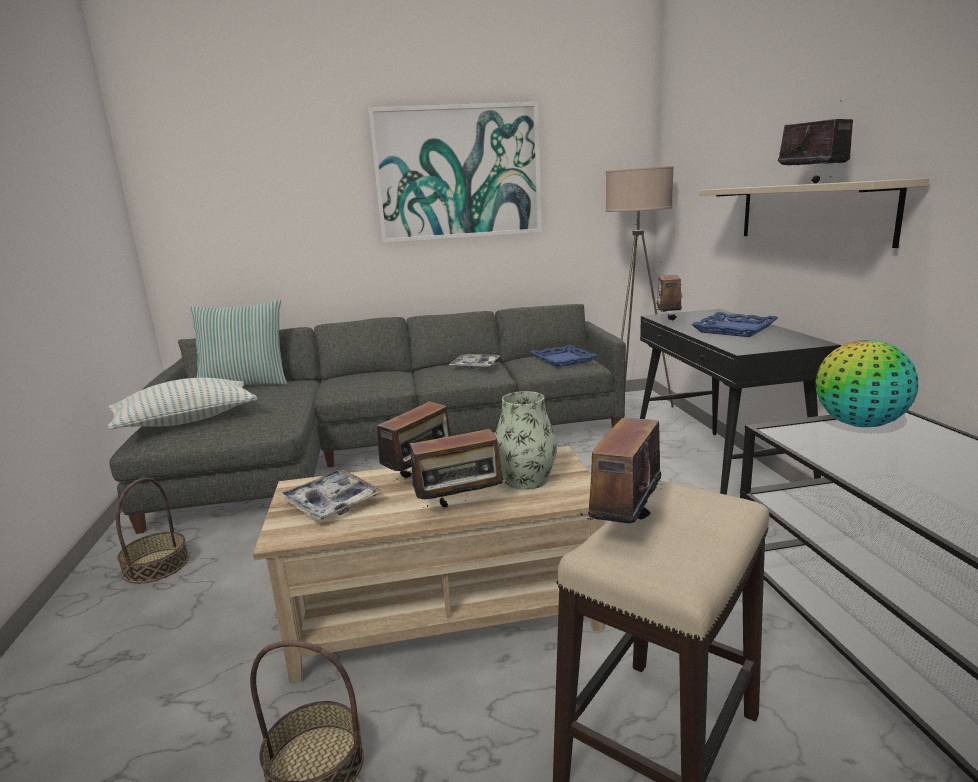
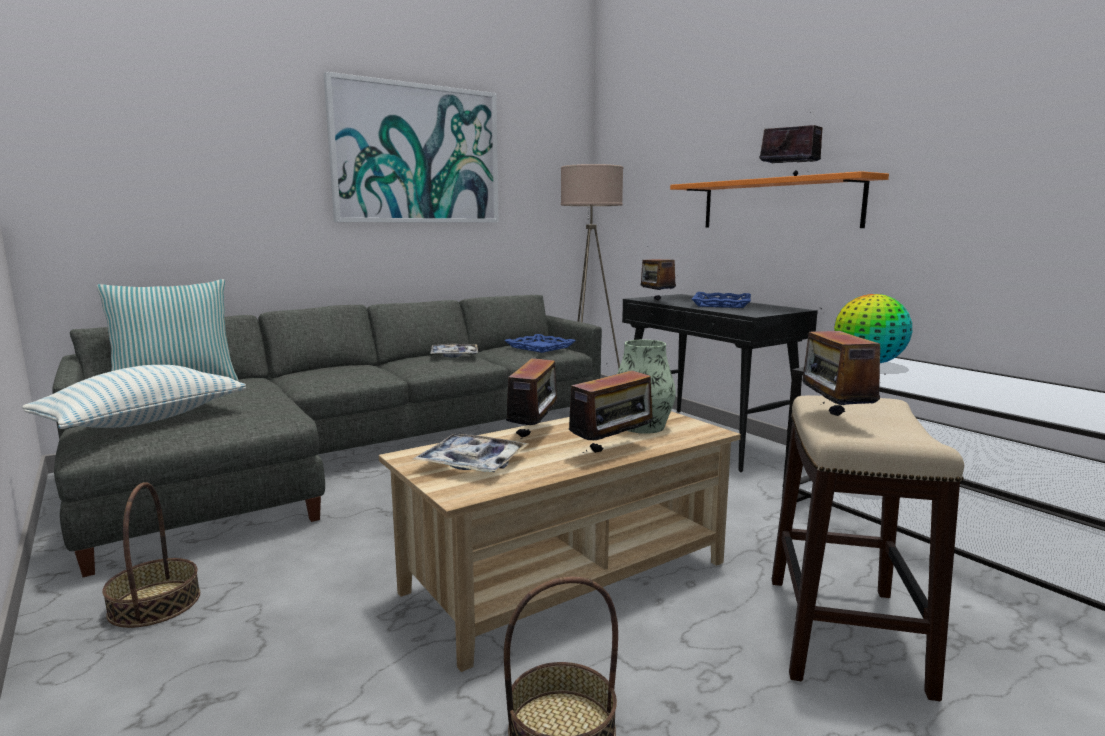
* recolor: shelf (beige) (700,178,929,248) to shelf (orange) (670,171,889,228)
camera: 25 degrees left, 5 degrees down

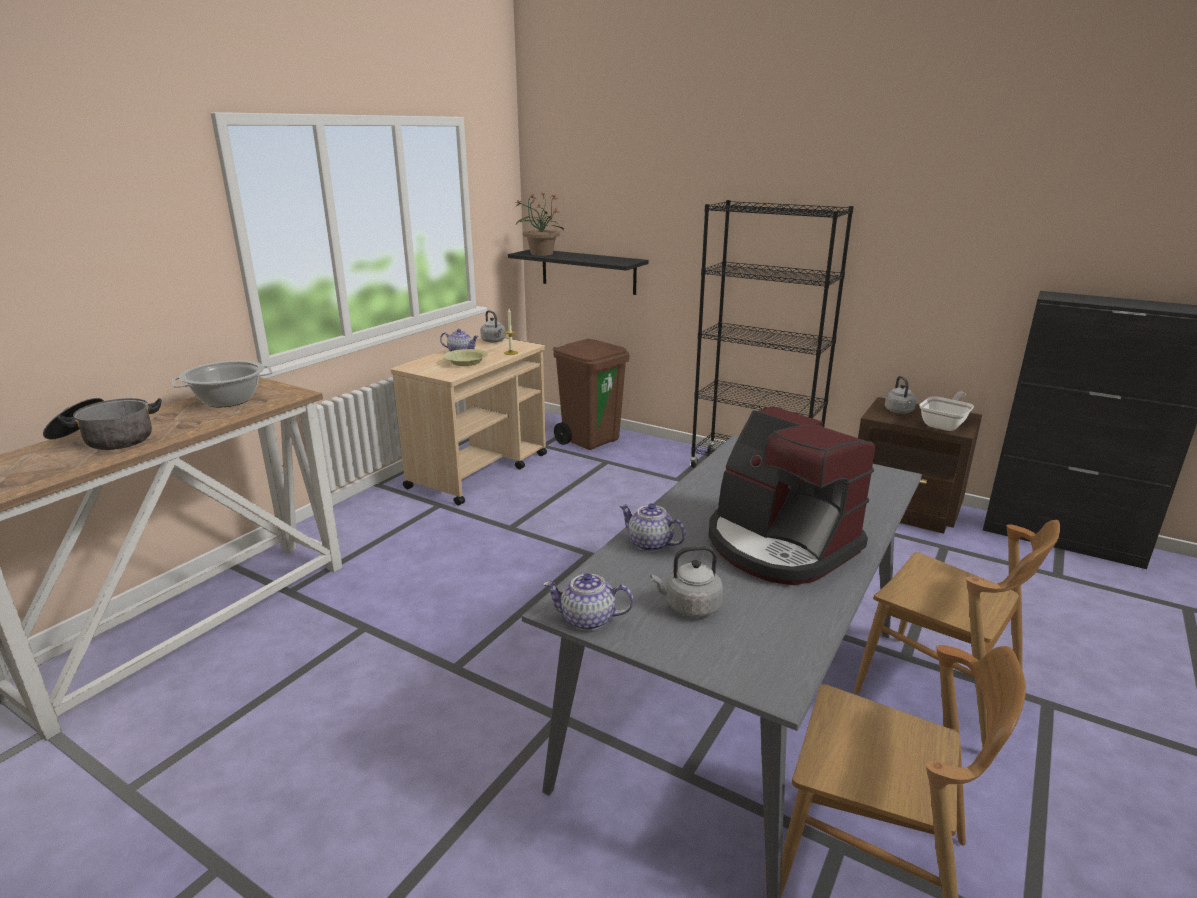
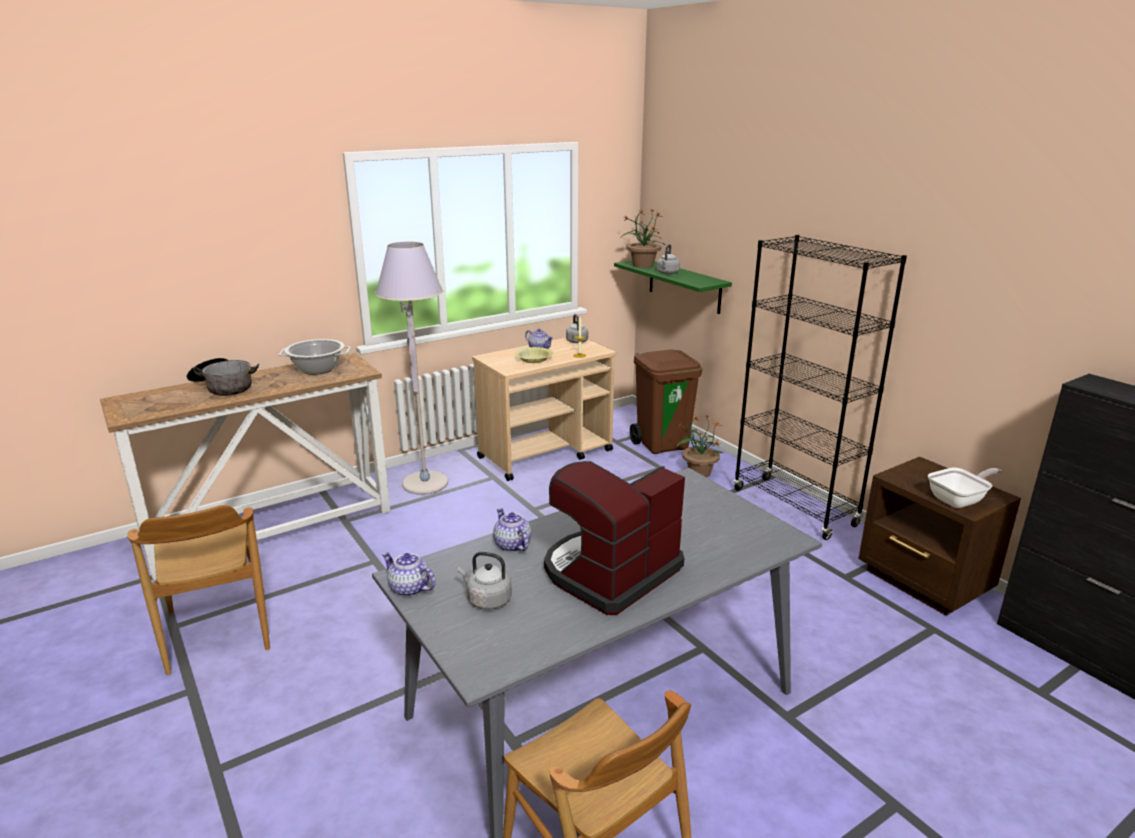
* move: chair (brown) (854,520,1060,748) to (127,505,270,675)
* insert: floor lamp (grey) (375,242,448,495)
* rotate: coffee machine (708,406,875,585) = (544,461,685,615) 60 degrees clockwise
* recolor: shelf (black) (508,250,649,295) to shelf (green) (614,260,732,314)
* move: kettle (grey) (885,376,917,414) to (657,244,680,274)
* insert: potted plant (676,415,724,477)
camera: 25 degrees right, 0 degrees up

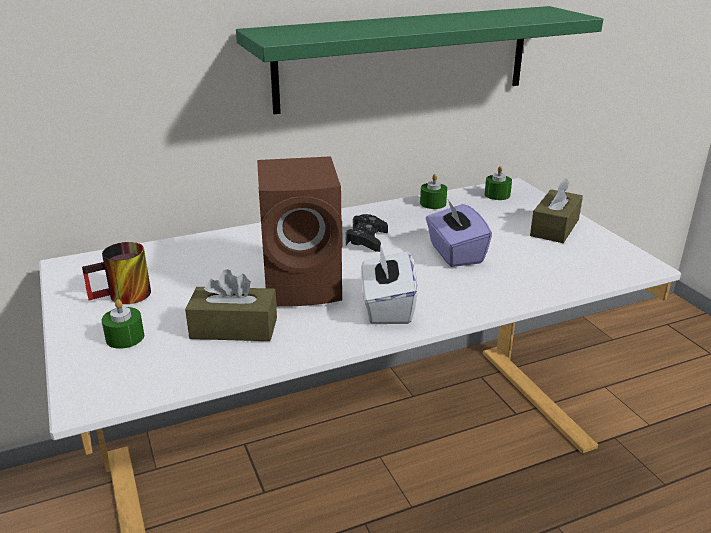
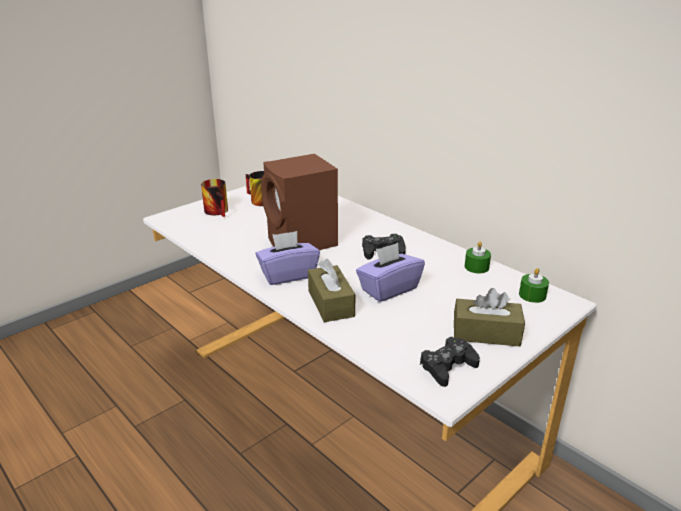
* replace: candle (green) (102,299,144,349) to mug (201,179,228,217)
* recolor: tissue box (white) (361,244,417,324) to tissue box (purple) (256,231,320,285)
* move: tissue box (brown) (185,269,277,341) to (308,259,355,322)
* insert: game controller (black) (420,337,480,387)
* delete: shelf (green) (236,6,603,114)
camera: 70 degrees right, 0 degrees up

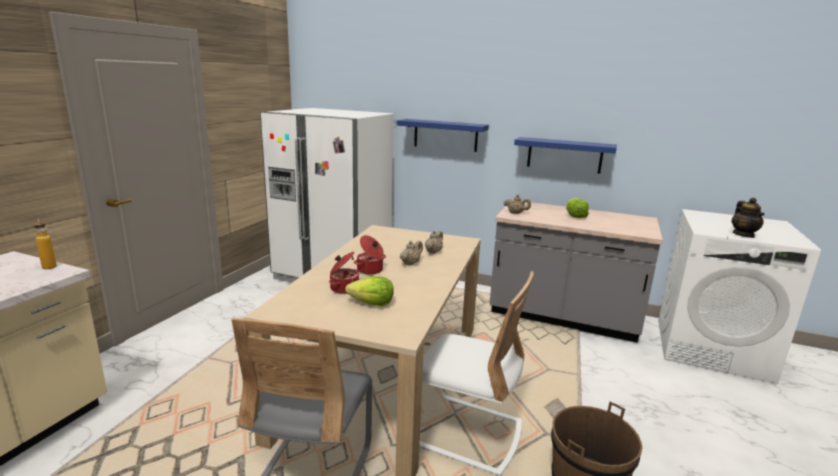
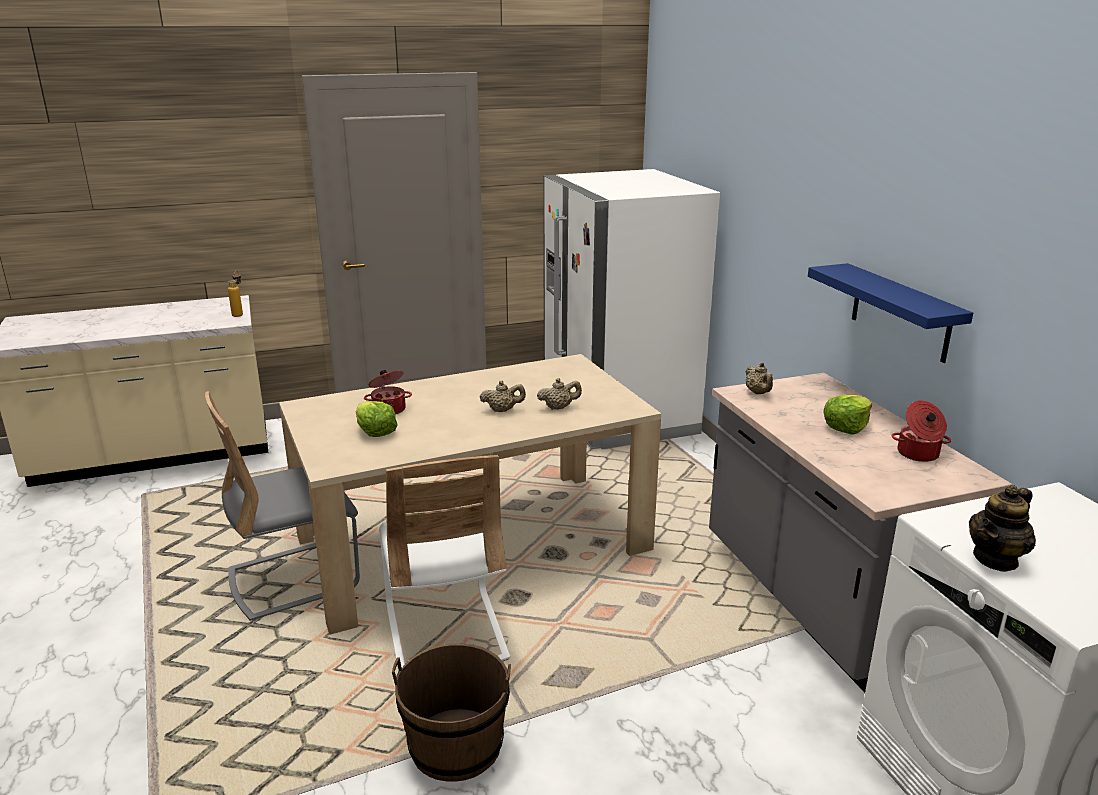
* move: cooking pot (354,235,386,274) to (891,400,951,462)
* delete: shelf (blue) (397,119,489,152)
camera: 50 degrees right, 5 degrees up

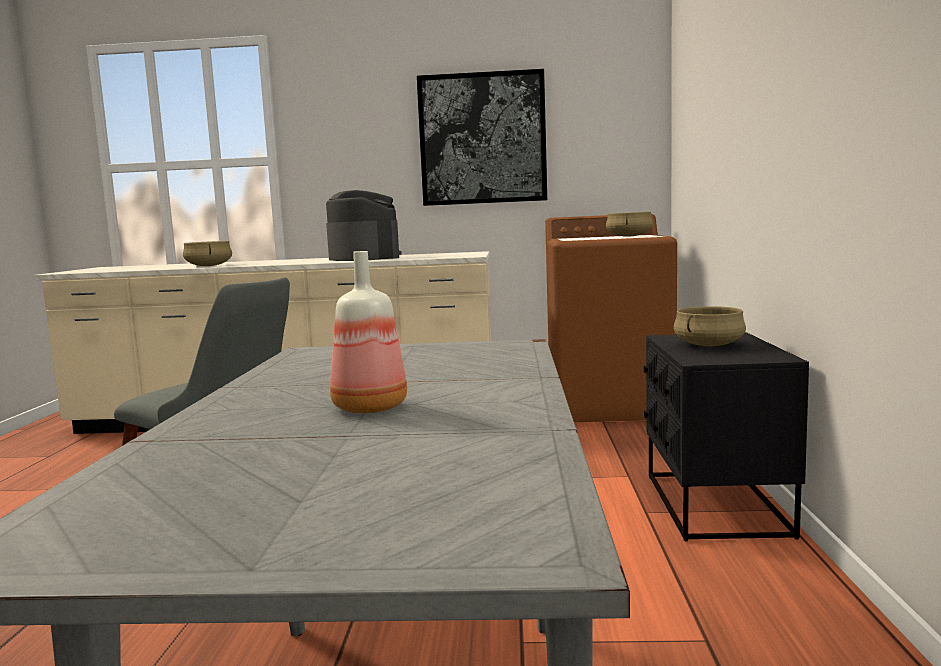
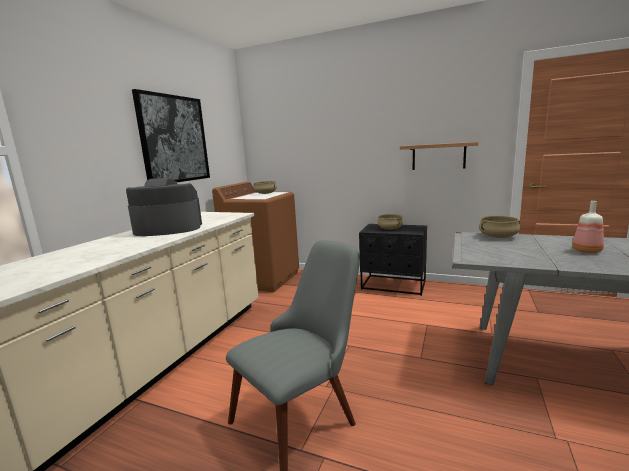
* insert: shelf (400,142,478,170)
* move: cooking pot (beige) (183,241,232,266) to (479,216,520,238)
camera: 70 degrees left, 5 degrees up

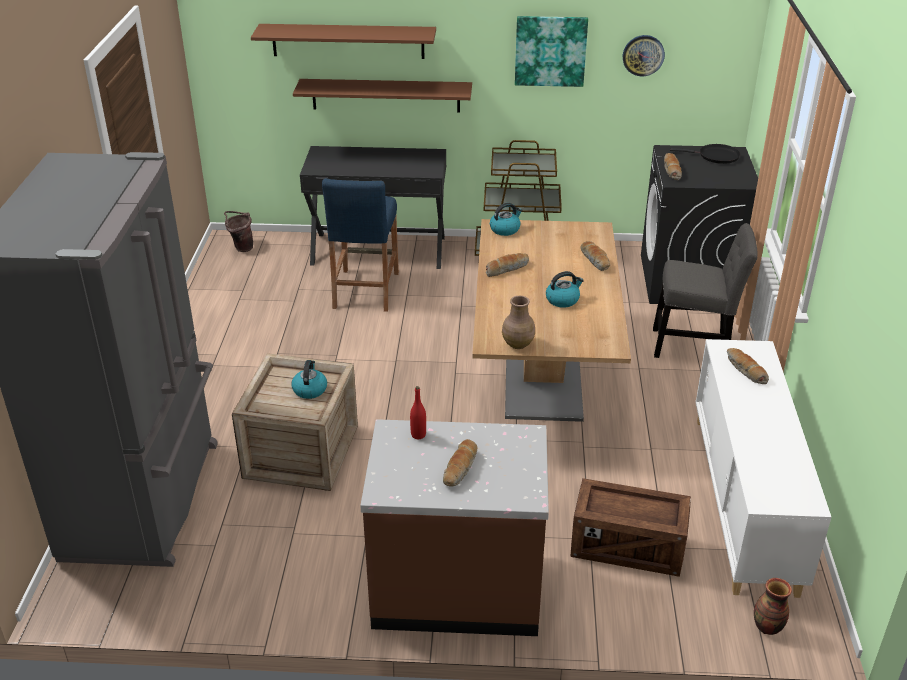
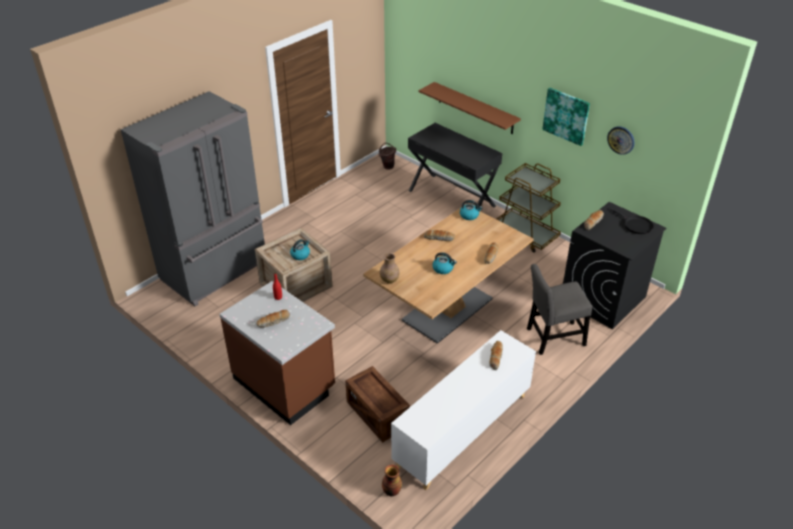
* rotate: chair (grey) (653,223,758,358) = (527,264,592,355) 120 degrees clockwise
* delete: shelf (brown) (251,24,436,59)
* delete: stool (blue) (322,178,399,312)
camera: 40 degrees right, 5 degrees up

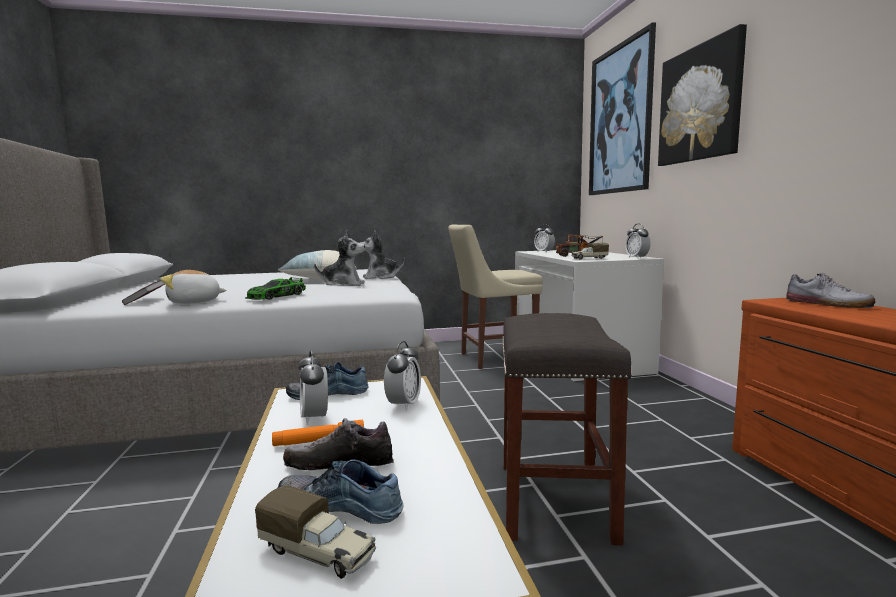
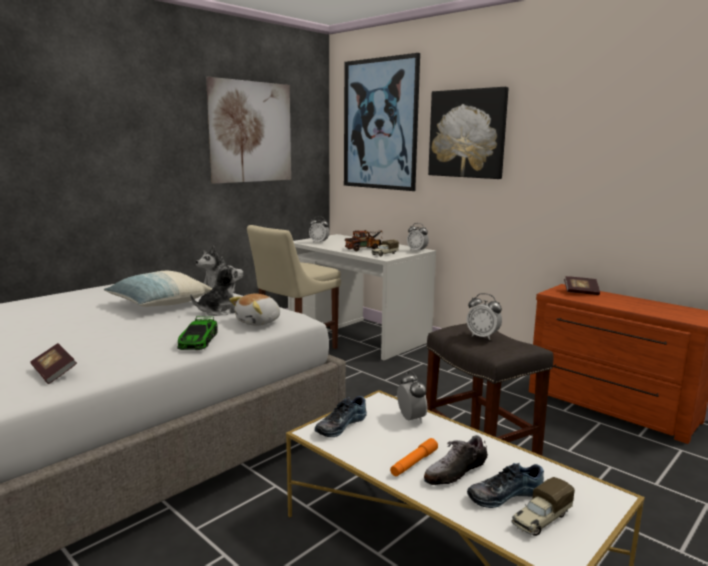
* insert: picture (206,77,291,184)
* move: plush toy (161,270,226,304) to (229,294,280,326)
* move: alarm clock (298,350,328,425) to (467,293,502,340)
* rotate: toy truck (255,485,377,579) = (511,477,575,536) 150 degrees clockwise
* replace: shoe (786,273,876,308) to book (564,276,600,295)
camera: 35 degrees left, 5 degrees up

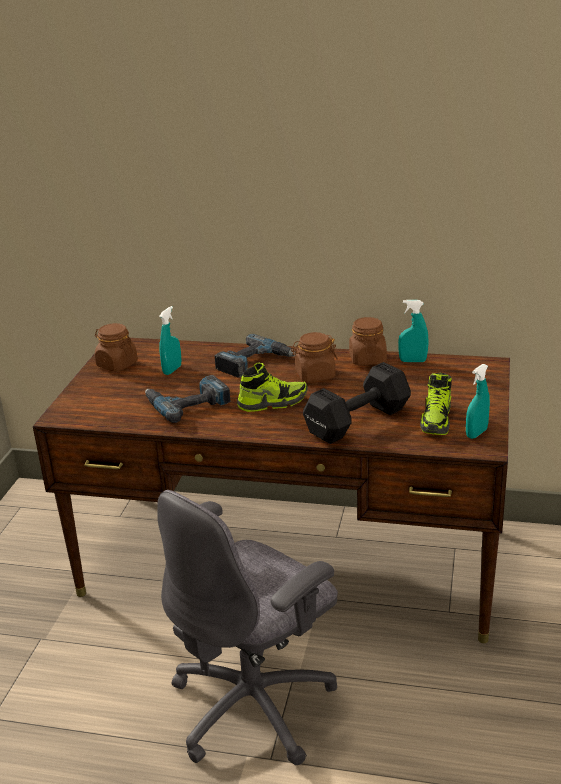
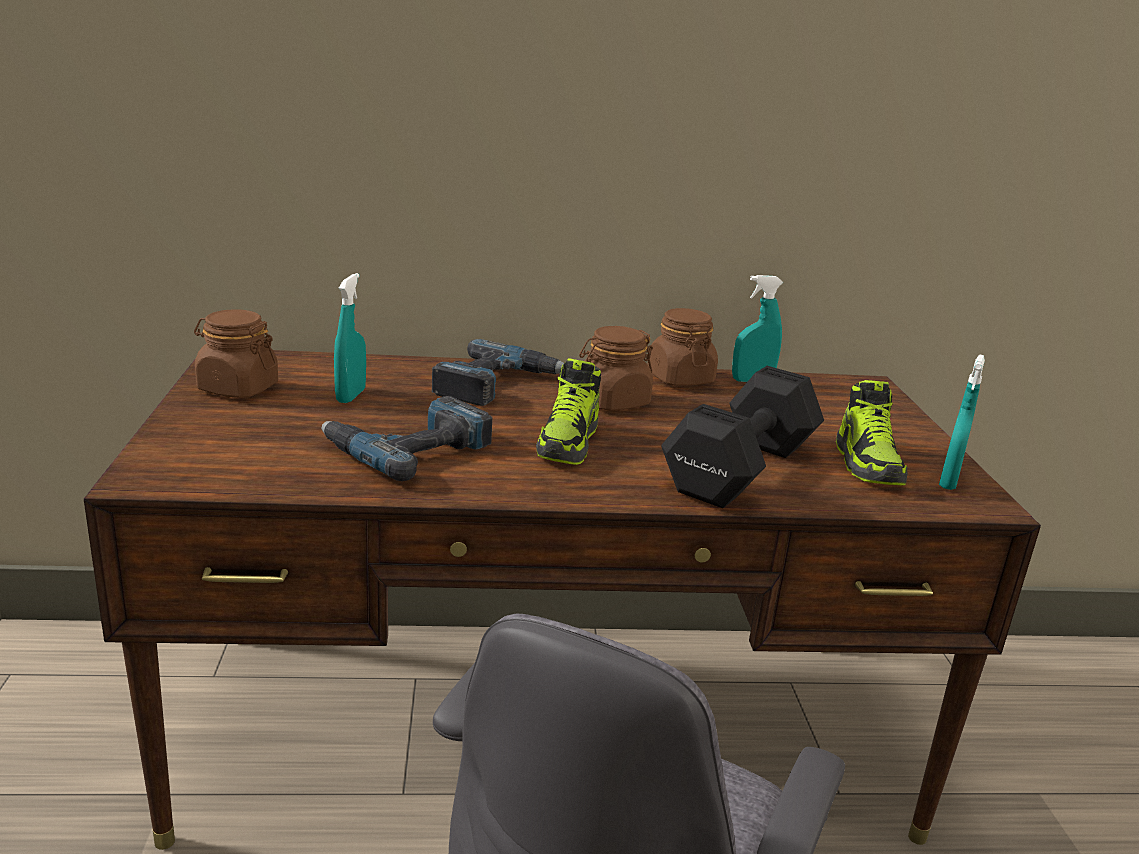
* rotate: shoe (237,363,308,412) = (536,358,601,465) 135 degrees clockwise
camera: 20 degrees left, 5 degrees down

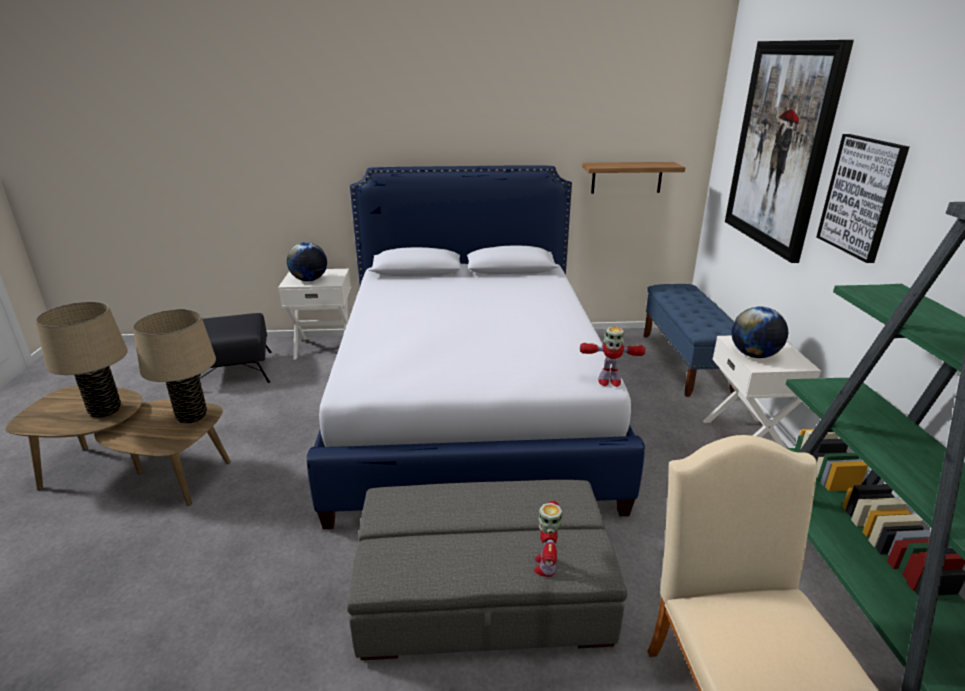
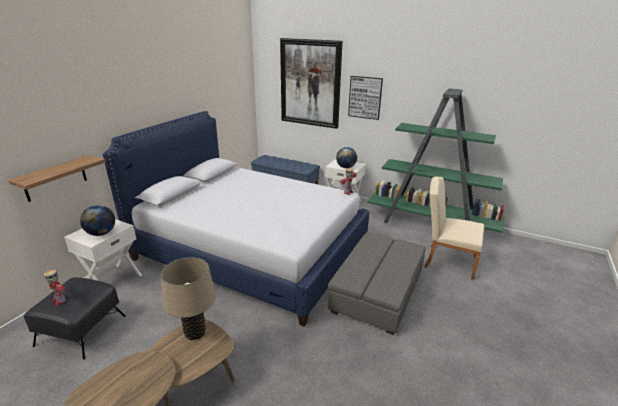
* move: shelf (582,162,685,194) to (8,155,106,202)
* move: toy robot (534,501,563,577) to (44,269,66,306)
* delete: table lamp (beige) (35,301,128,418)
camera: 60 degrees left, 0 degrees up

